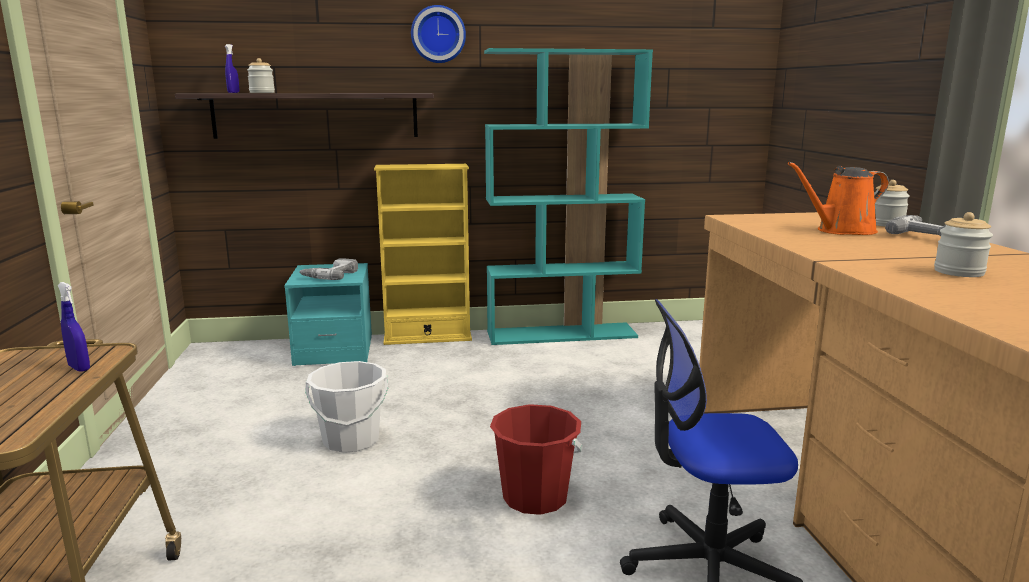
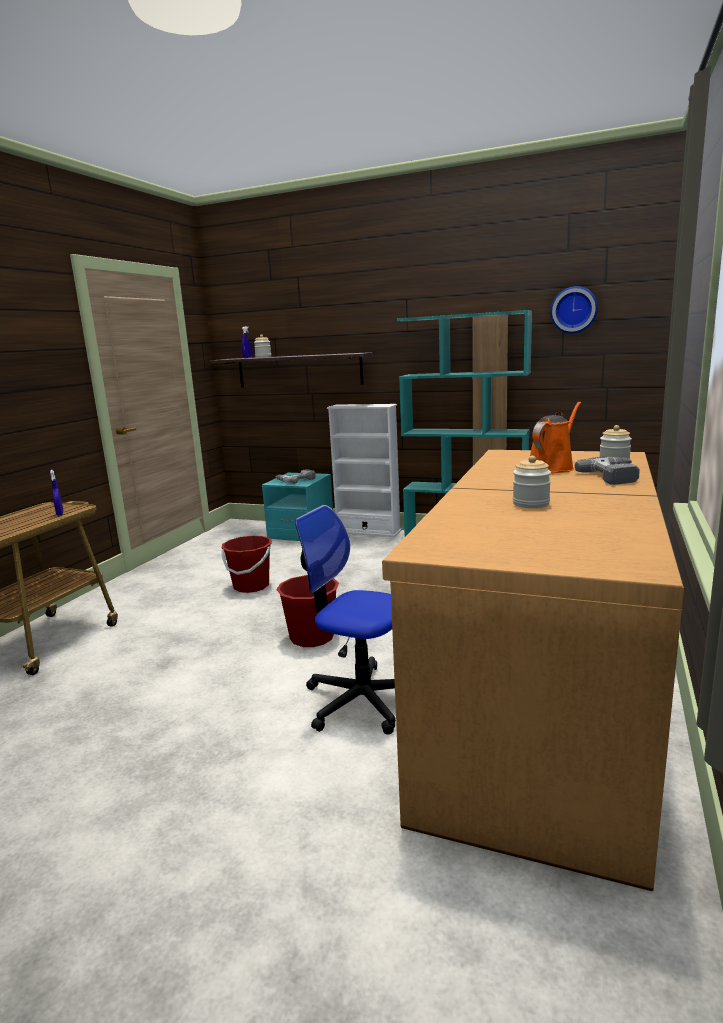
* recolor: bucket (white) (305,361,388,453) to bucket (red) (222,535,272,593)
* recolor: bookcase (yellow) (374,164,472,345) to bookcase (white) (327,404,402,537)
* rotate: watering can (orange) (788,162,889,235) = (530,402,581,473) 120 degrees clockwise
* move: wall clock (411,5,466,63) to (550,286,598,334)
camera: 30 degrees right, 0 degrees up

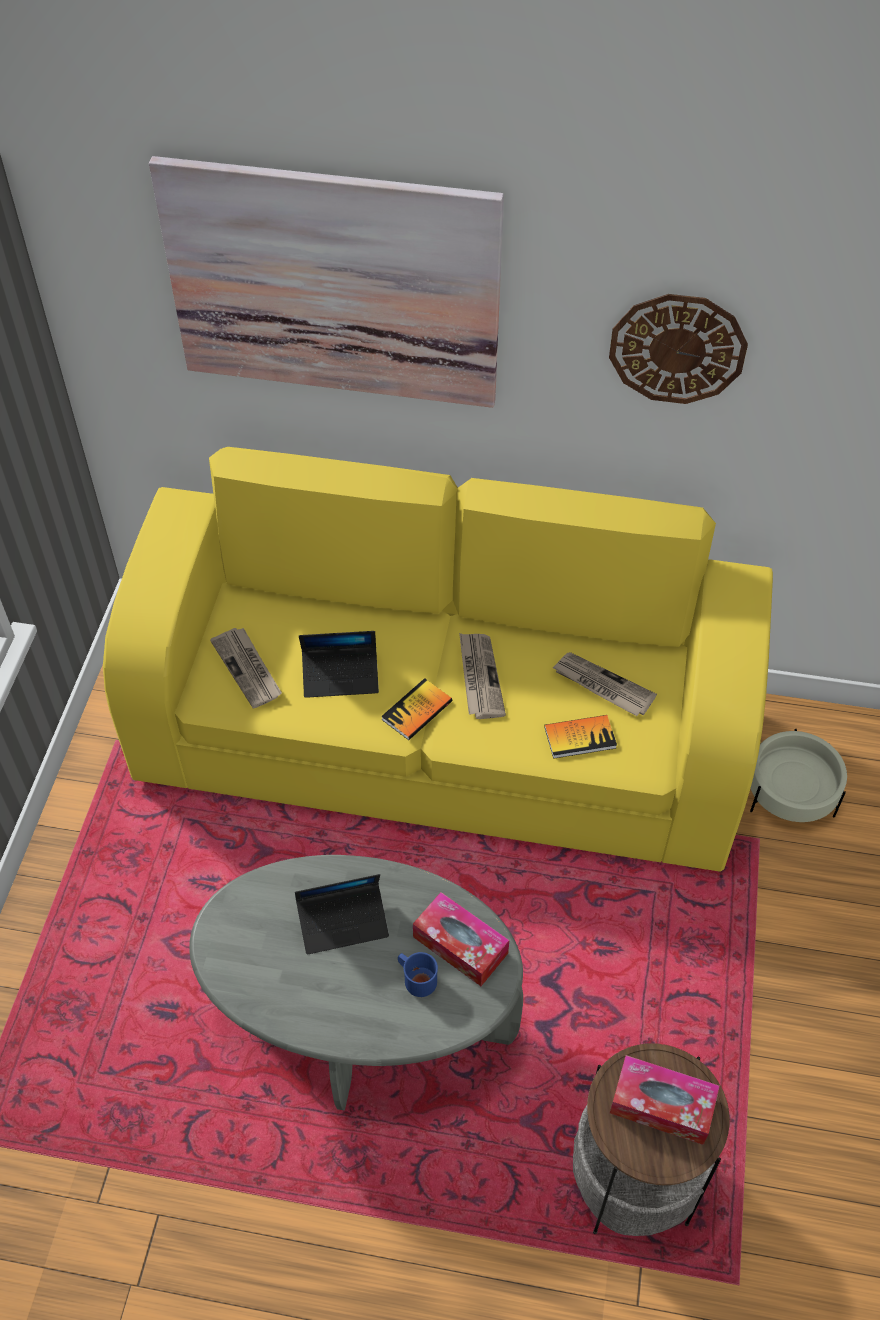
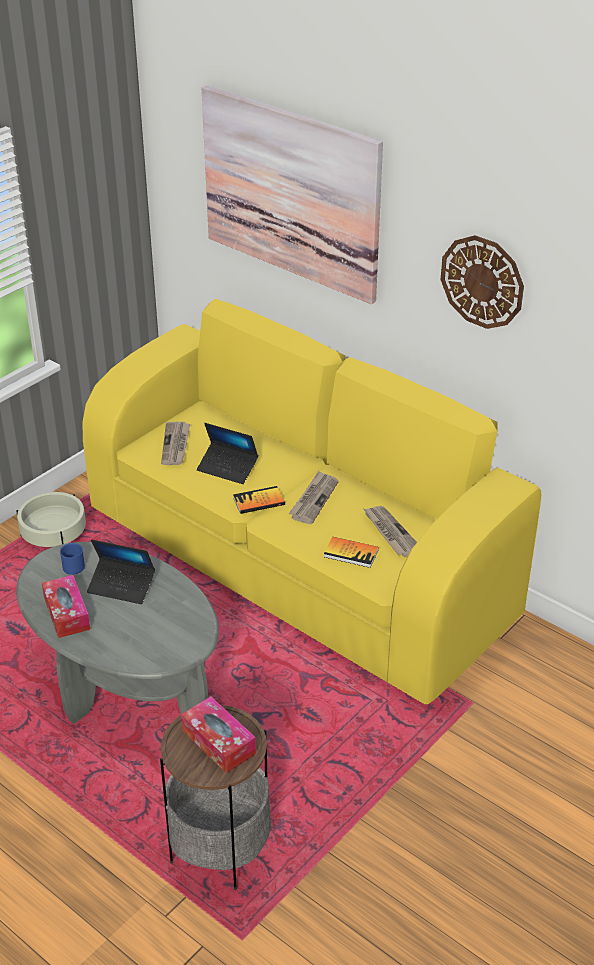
* move: planter (beige) (750,729,847,822) to (16,492,86,547)
* move: tissue box (413,892,509,986) to (42,575,90,638)
* move: mug (blue) (398,952,438,997) to (60,543,85,575)
camera: 30 degrees right, 15 degrees down

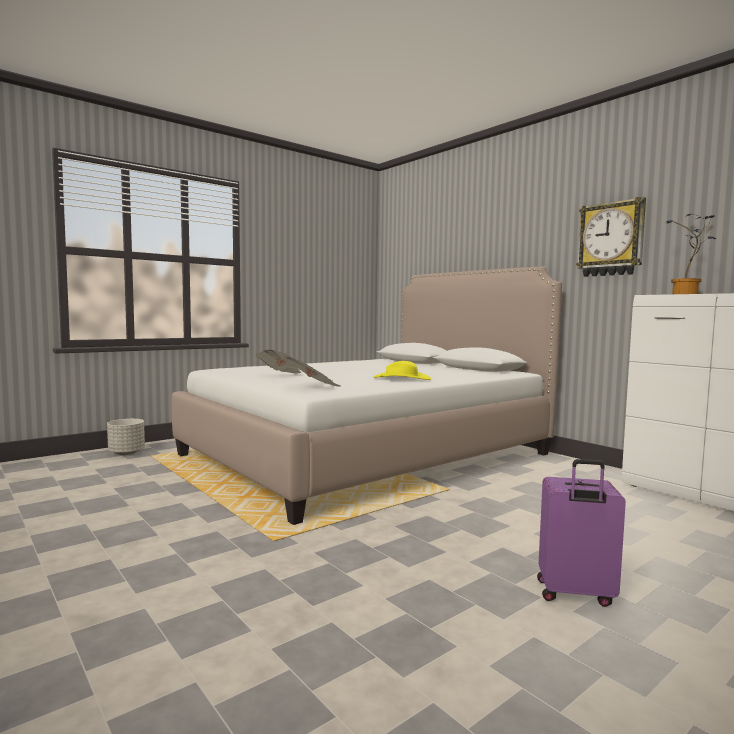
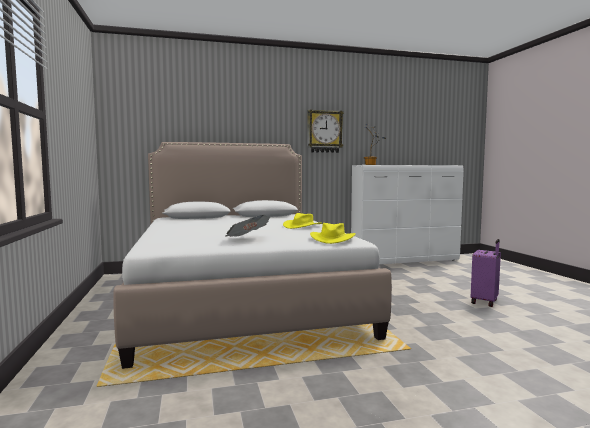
* replace: newspaper (284,357,340,387) to hat (yellow) (310,223,356,244)
* delete: planter (grey) (107,419,145,455)
camera: 65 degrees left, 0 degrees up

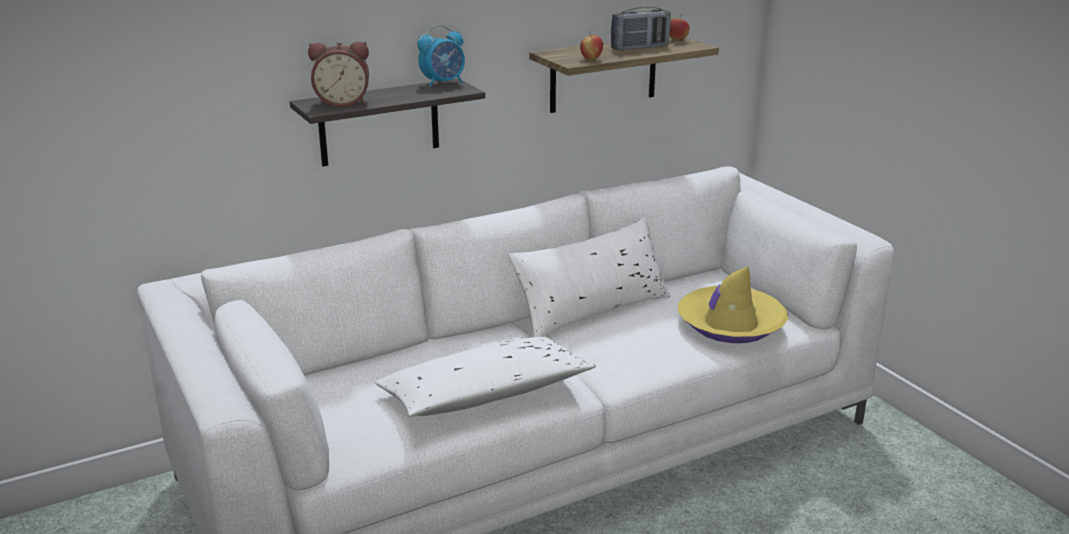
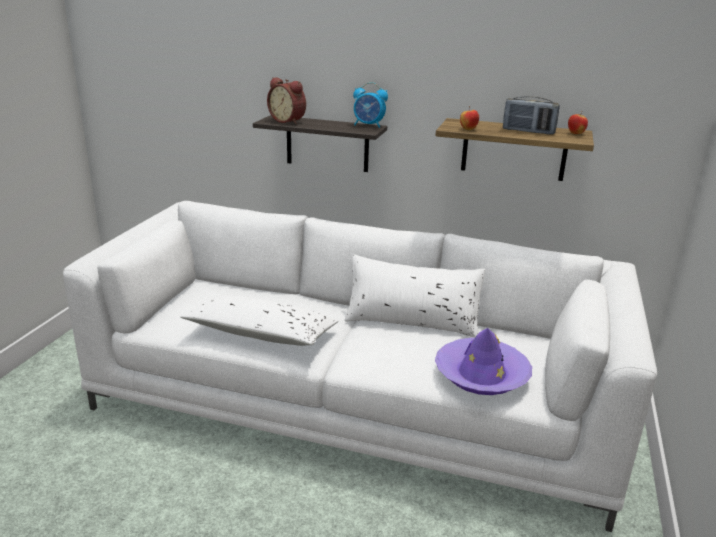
* recolor: hat (yellow) (678,266,788,343) to hat (purple) (435,328,532,395)
camera: 45 degrees right, 0 degrees up

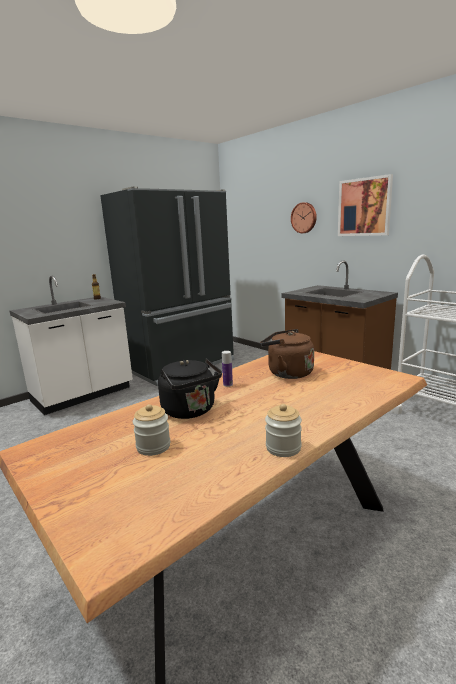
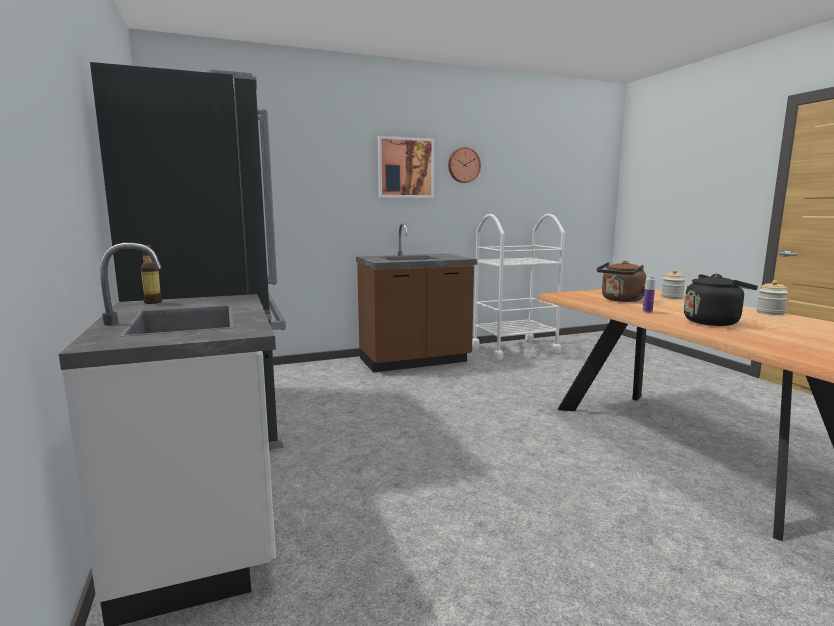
* move: wall clock (291,202,317,233) to (448,147,481,183)
* move: jar (133,404,170,456) to (661,270,686,299)
camera: 70 degrees left, 5 degrees down

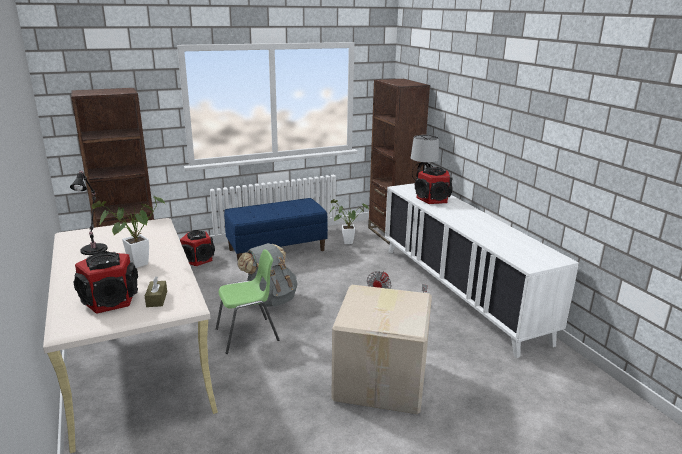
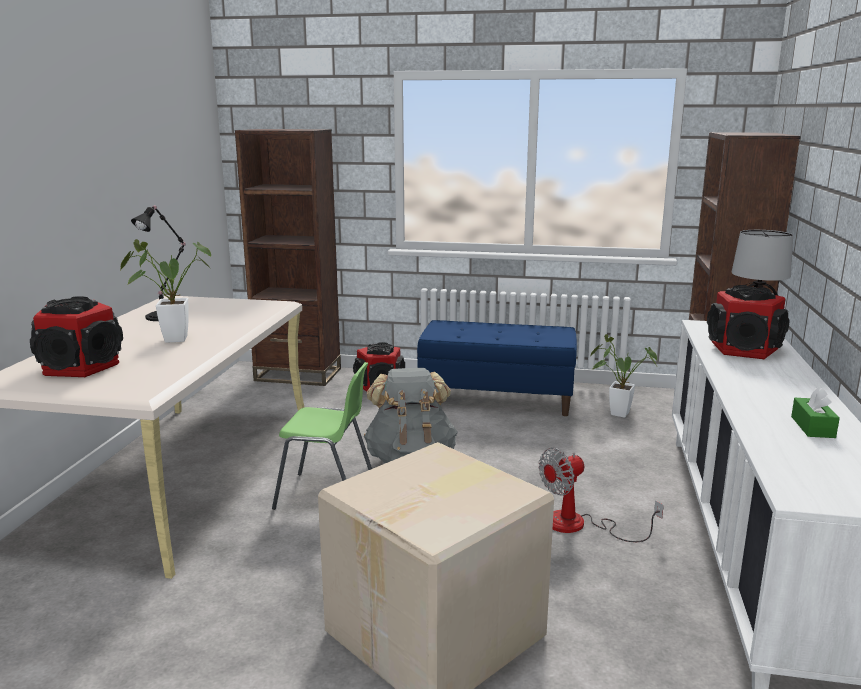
* insert: tissue box (green) (791,387,840,438)
* delete: tissue box (brown) (145,276,167,307)
camera: 35 degrees right, 5 degrees down

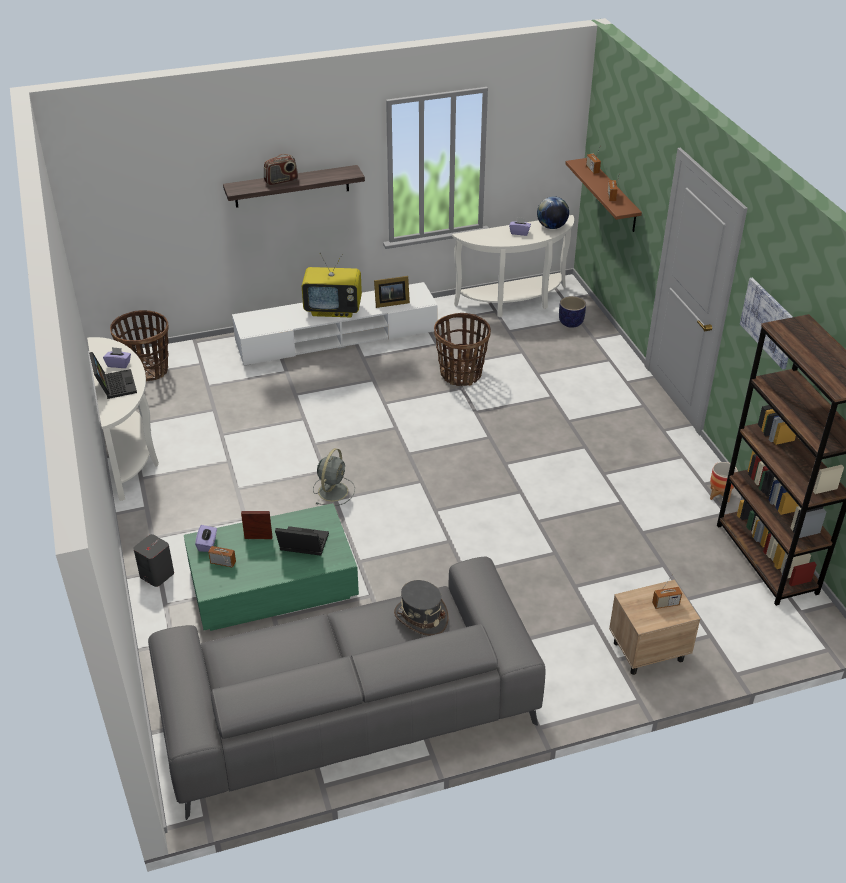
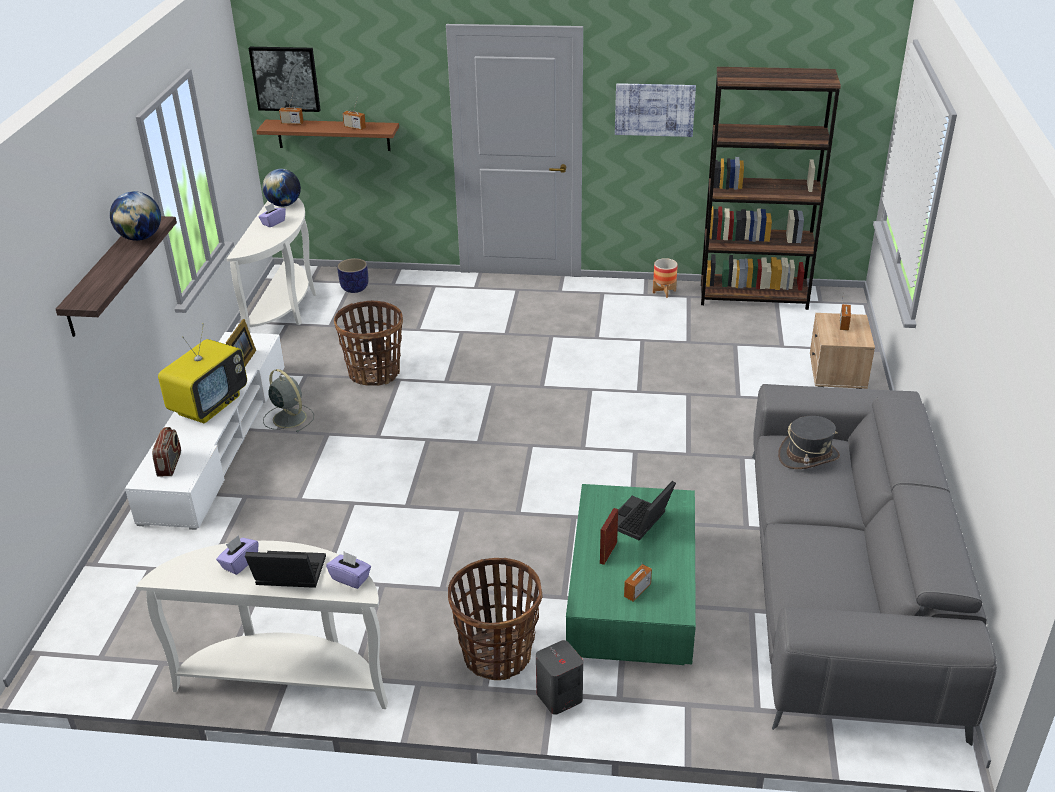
* insert: globe (110,191,161,241)
* move: radio (264,154,298,186) to (152,427,181,477)
* insert: picture (249,47,321,112)
* move: fan (grey) (313,448,355,506) to (263,369,314,433)
* move: tissue box (purple) (195,525,217,552) to (326,552,371,589)
* move: basket (110,310,169,382) to (448,558,543,680)
camera: 65 degrees left, 5 degrees down

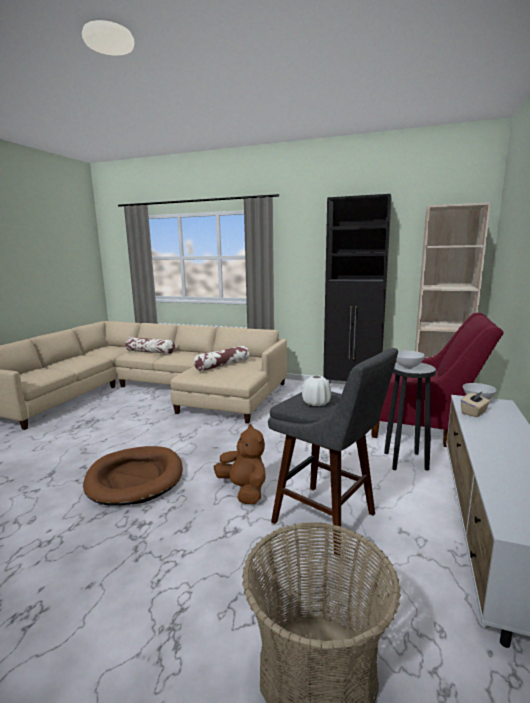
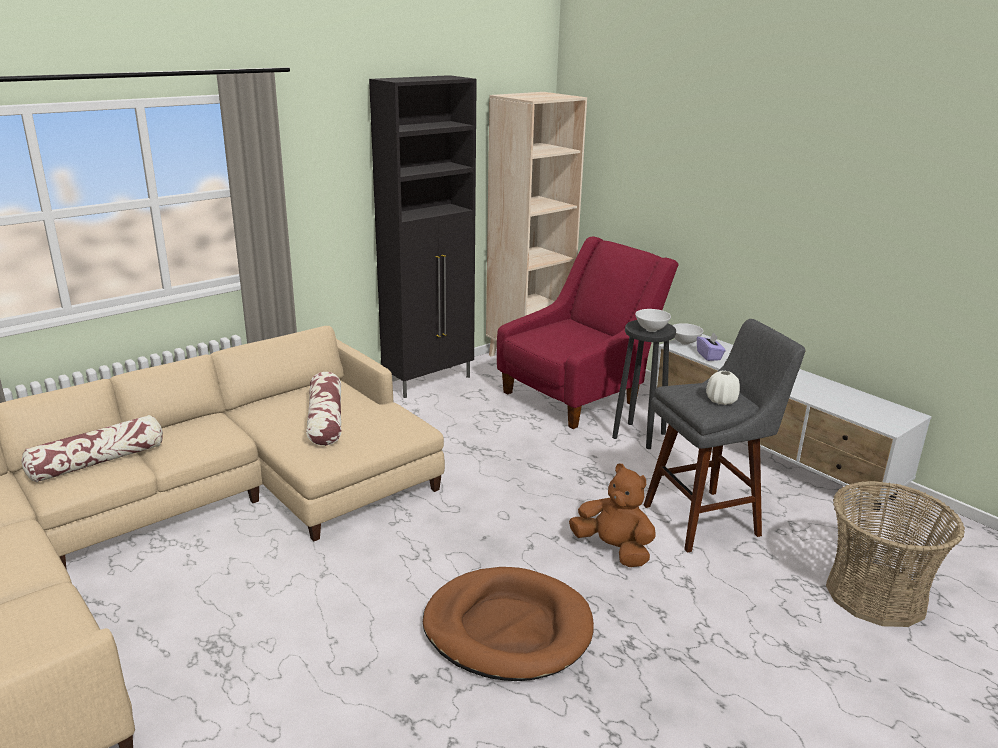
* rotate: plush toy (brown) (214,424,266,504) = (569,463,656,567) 45 degrees clockwise
* recolor: tissue box (beige) (461,391,490,417) to tissue box (purple) (697,333,726,361)
camera: 60 degrees left, 10 degrees up

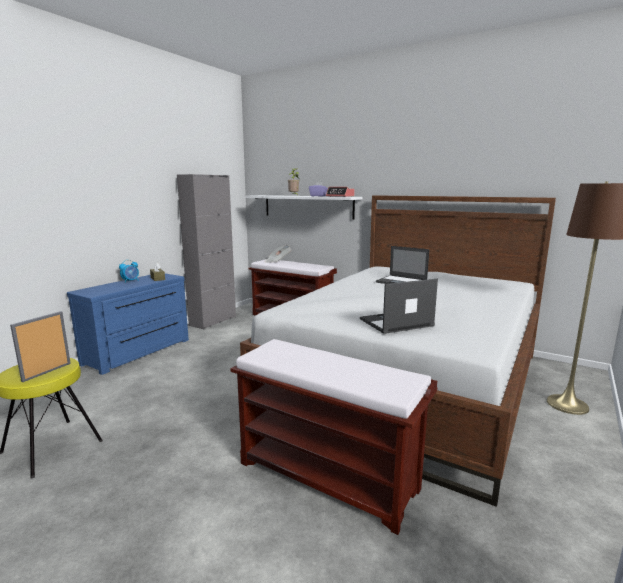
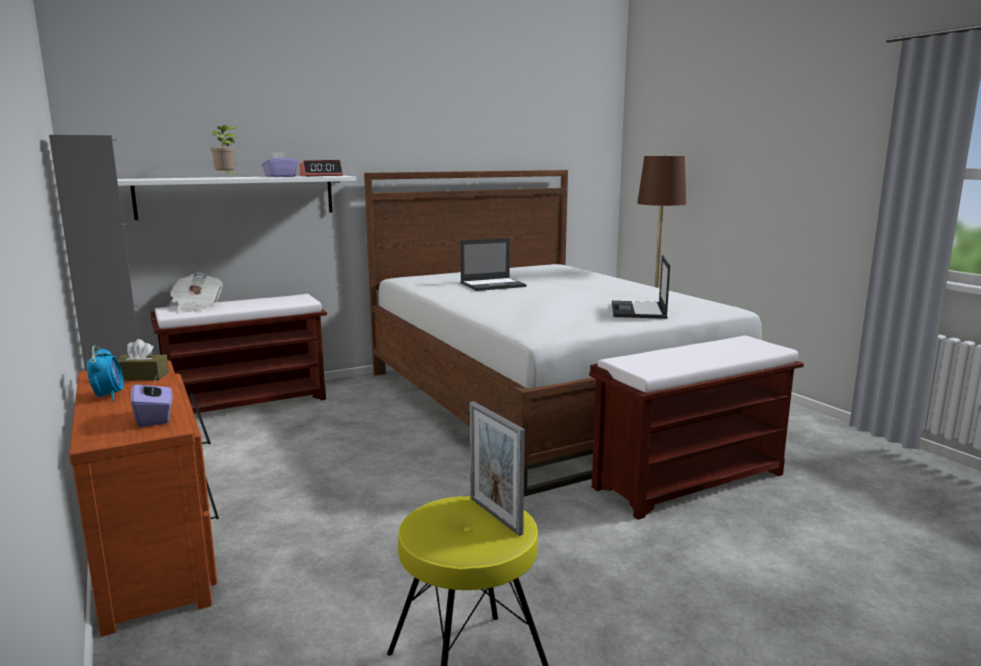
* recolor: dresser (blue) (67,273,189,375) to dresser (brown) (69,361,219,637)
* insert: tissue box (purple) (131,375,173,427)
camera: 60 degrees left, 0 degrees up

